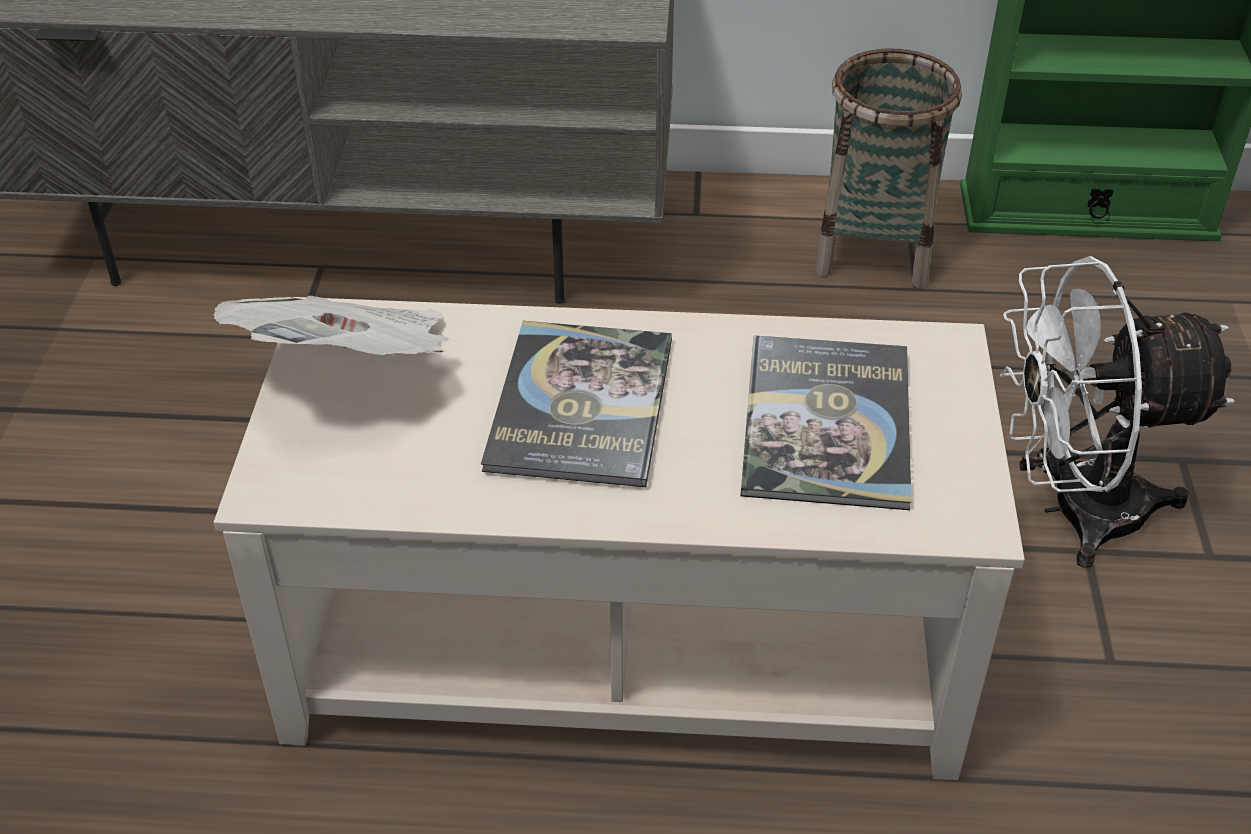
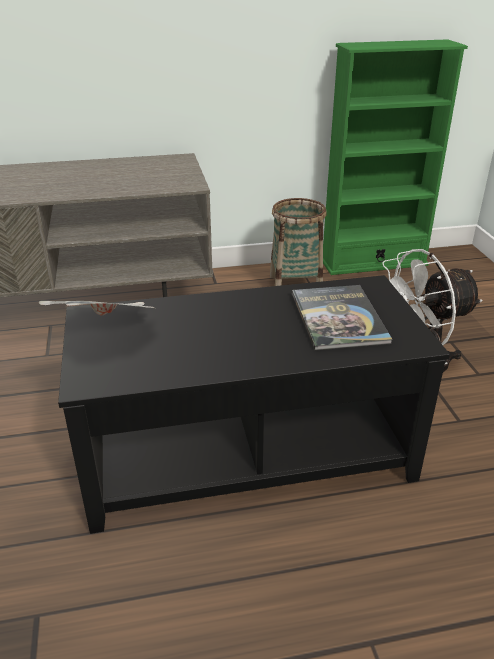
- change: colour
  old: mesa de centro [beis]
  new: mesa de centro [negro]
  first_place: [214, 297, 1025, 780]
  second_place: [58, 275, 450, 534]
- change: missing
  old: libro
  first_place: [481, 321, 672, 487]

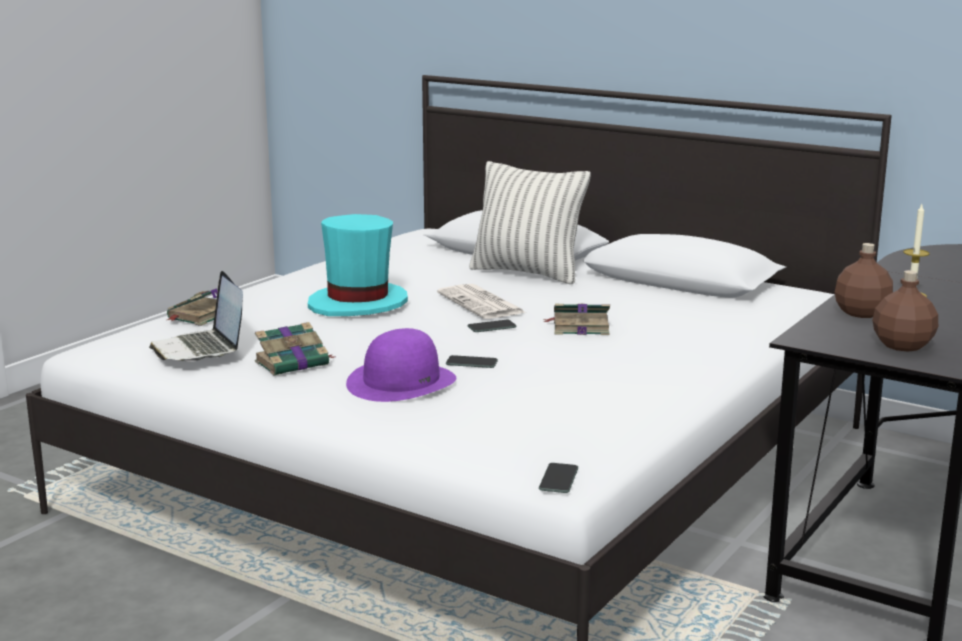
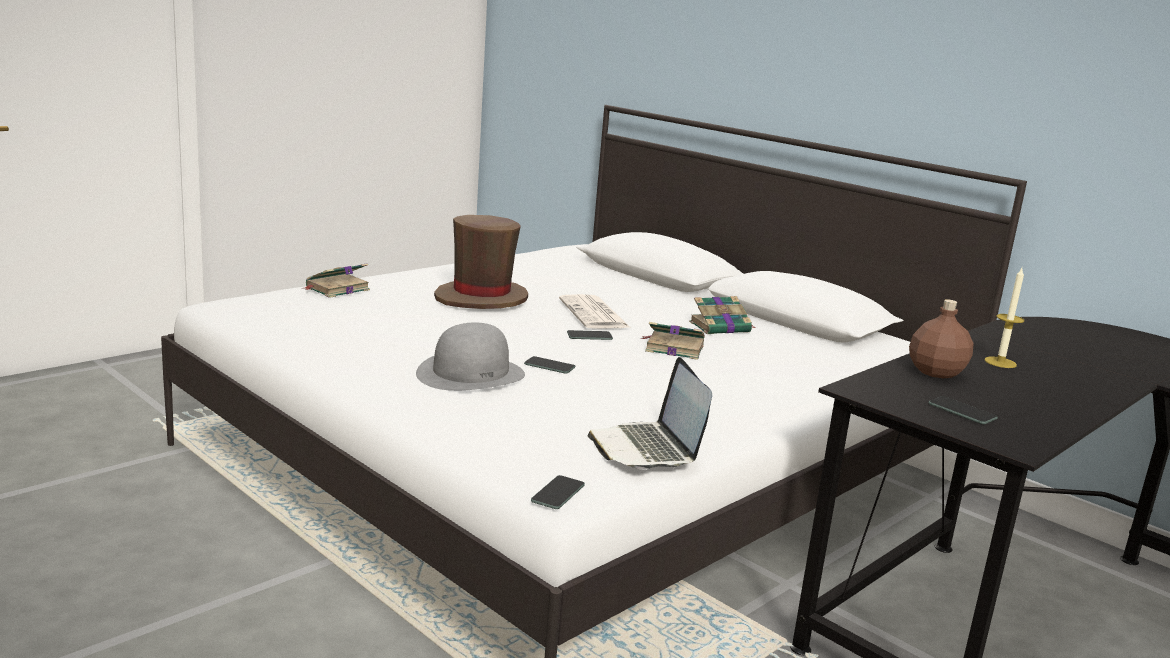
- change: colour
  old: sombrero [morado]
  new: sombrero [gris]
  first_place: [346, 328, 456, 402]
  second_place: [416, 323, 525, 391]
- change: colour
  old: sombrero [turquesa]
  new: sombrero [marrón]
  first_place: [308, 214, 408, 316]
  second_place: [434, 215, 528, 309]
- change: relocated
  old: portátil
  first_place: [149, 271, 243, 362]
  second_place: [587, 357, 712, 470]
- change: relocated
  old: libro
  first_place: [255, 322, 334, 376]
  second_place: [689, 296, 756, 334]
- change: exchanged
  old: botella [marrón]
  new: móvil
  first_place: [872, 270, 938, 352]
  second_place: [928, 396, 998, 424]
- change: missing
  old: cojín
  first_place: [469, 161, 591, 284]

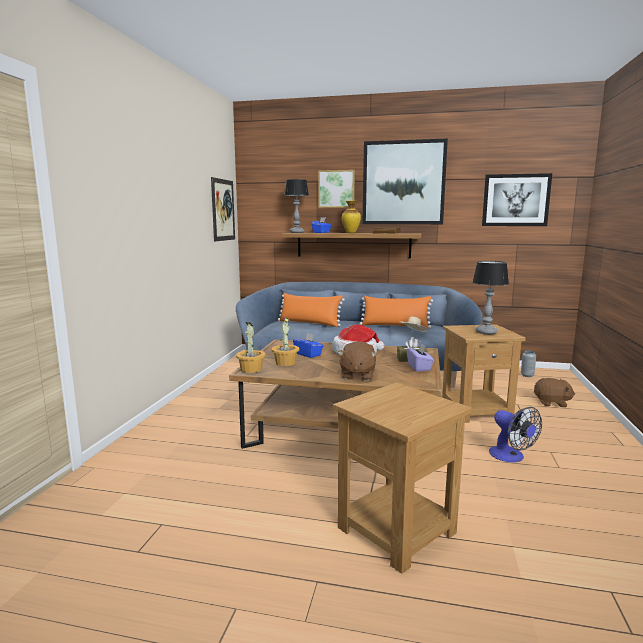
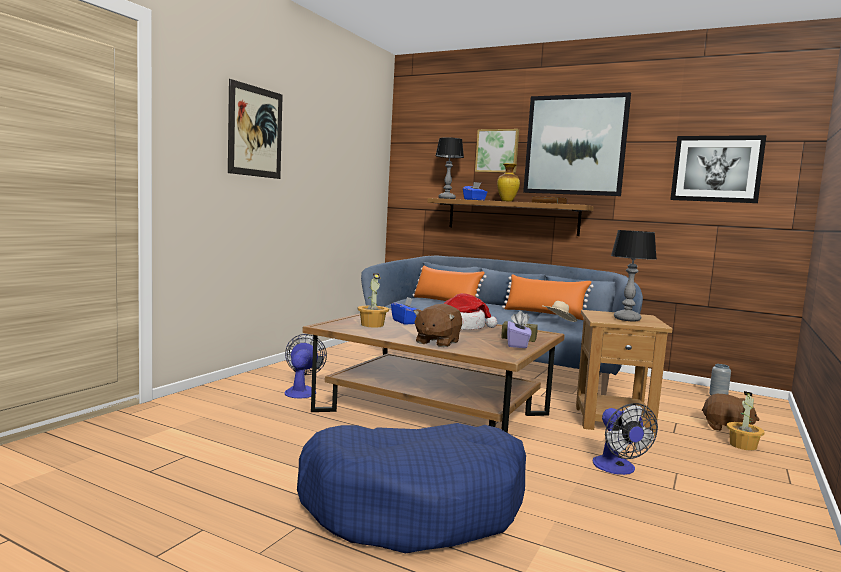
- change: relocated
  old: cuadro
  first_place: [211, 177, 235, 241]
  second_place: [228, 79, 283, 179]
- change: appeared
  new: ventilador
  second_place: [285, 334, 327, 398]
- change: exchanged
  old: mesa auxiliar [marrón]
  new: cama para perro [azul]
  first_place: [333, 383, 472, 574]
  second_place: [297, 423, 526, 554]
- change: relocated
  old: planta en maceta
  first_place: [236, 322, 265, 373]
  second_place: [727, 391, 765, 451]

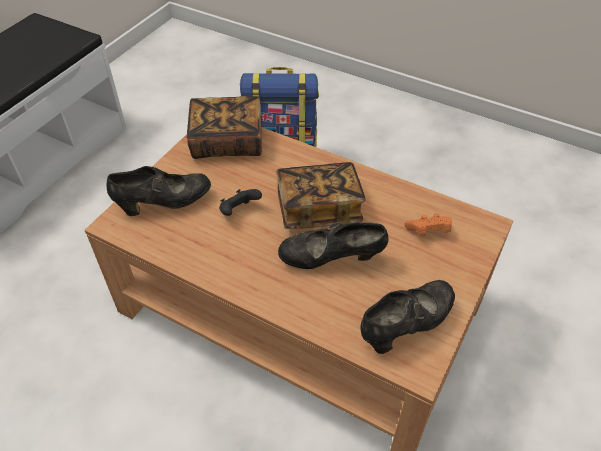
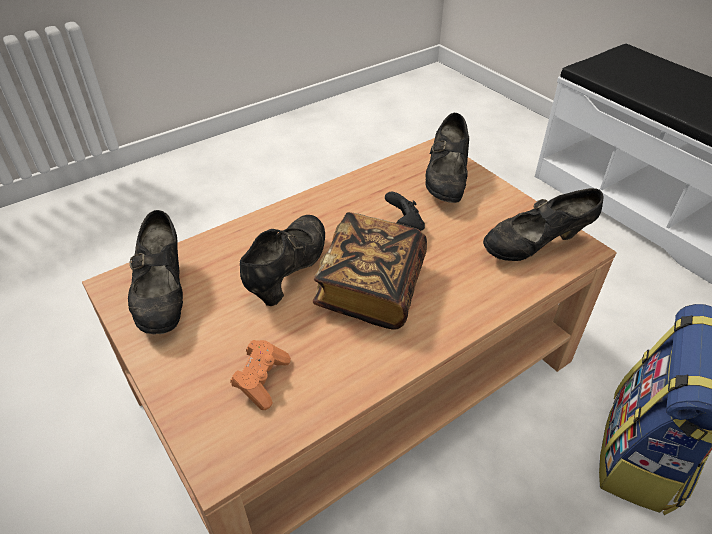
- change: exchanged
  old: libro
  new: zapato [negro]
  first_place: [187, 96, 262, 159]
  second_place: [483, 188, 604, 261]

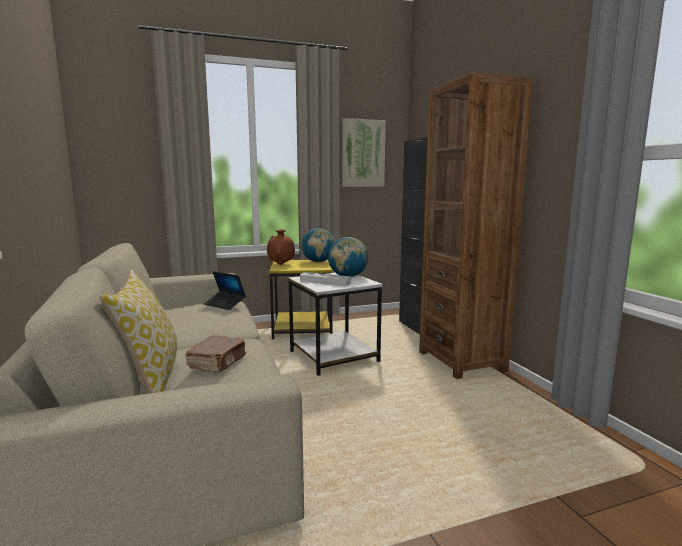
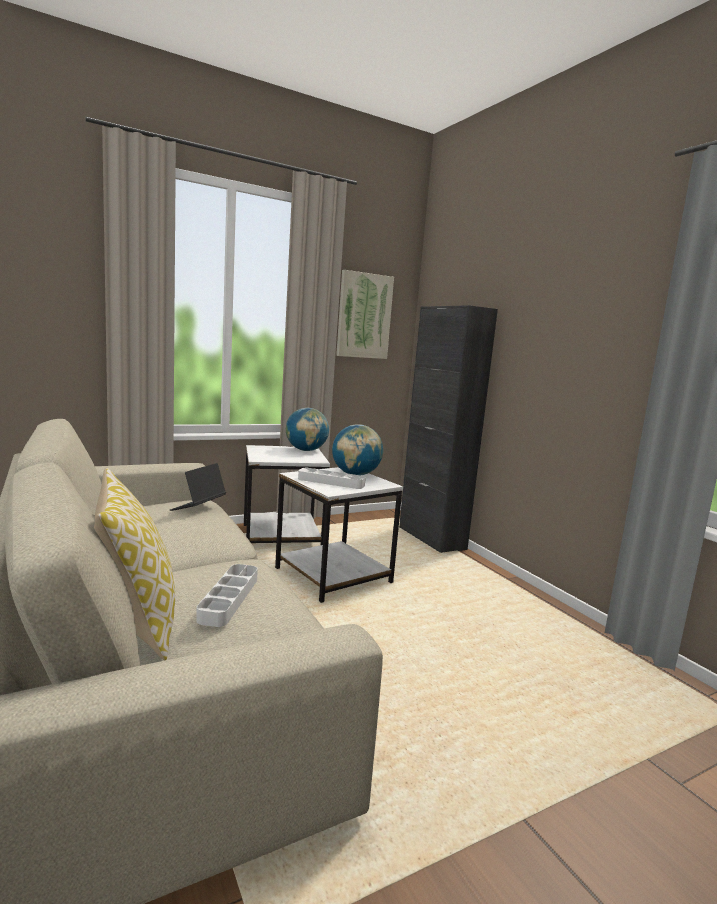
- change: spun
  old: portátil
  first_place: [204, 271, 246, 310]
  second_place: [170, 463, 226, 511]
  degrees: 90
- change: exchanged
  old: libro [marrón]
  new: bandeja [gris]
  first_place: [185, 335, 246, 373]
  second_place: [196, 564, 258, 627]
- change: colour
  old: mesa auxiliar [amarillo]
  new: mesa auxiliar [blanco]
  first_place: [269, 260, 332, 340]
  second_place: [244, 445, 330, 545]
- change: missing
  old: florero [marrón]
  first_place: [267, 230, 295, 265]
- change: missing
  old: estantería [marrón]
  first_place: [419, 73, 533, 379]

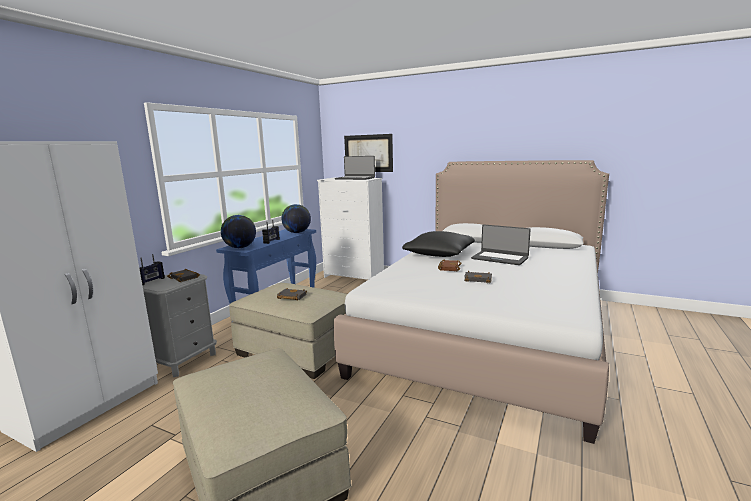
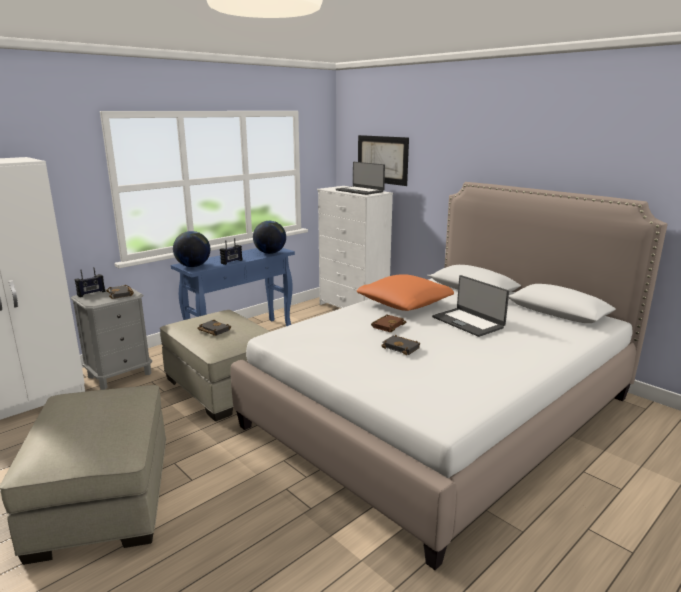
- change: colour
  old: cojín [negro]
  new: cojín [naranja]
  first_place: [402, 231, 475, 257]
  second_place: [357, 274, 454, 311]

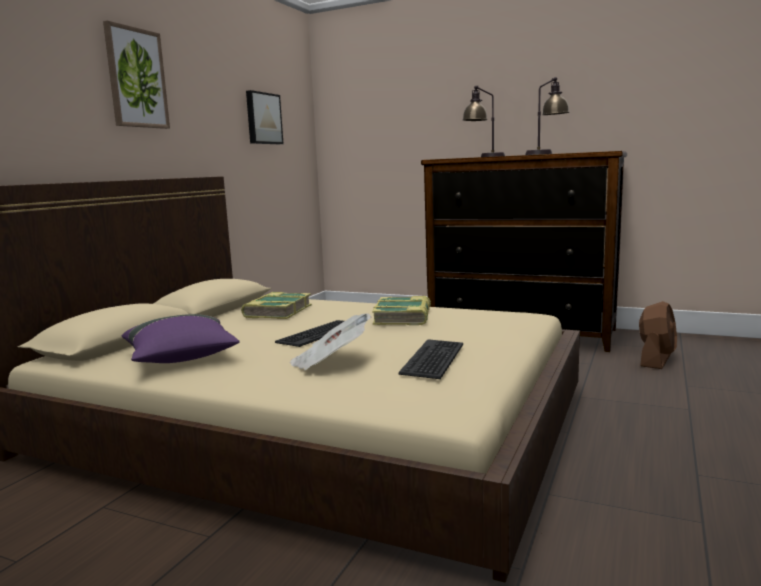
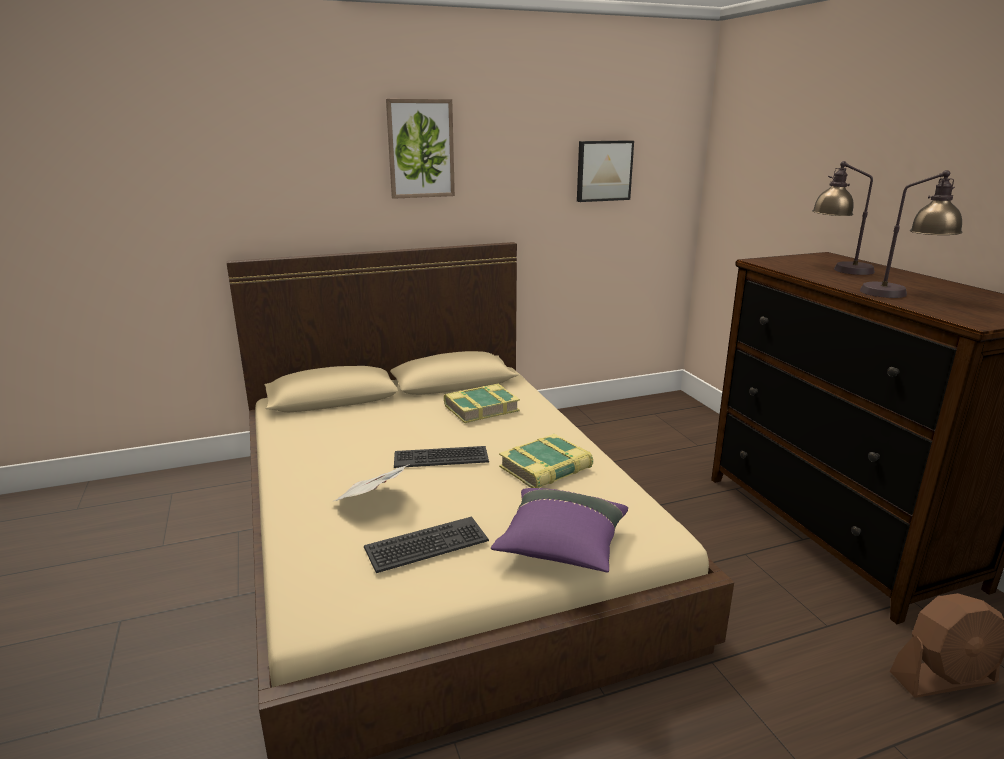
- change: relocated
  old: cojín [morado]
  first_place: [122, 314, 240, 363]
  second_place: [491, 488, 628, 573]

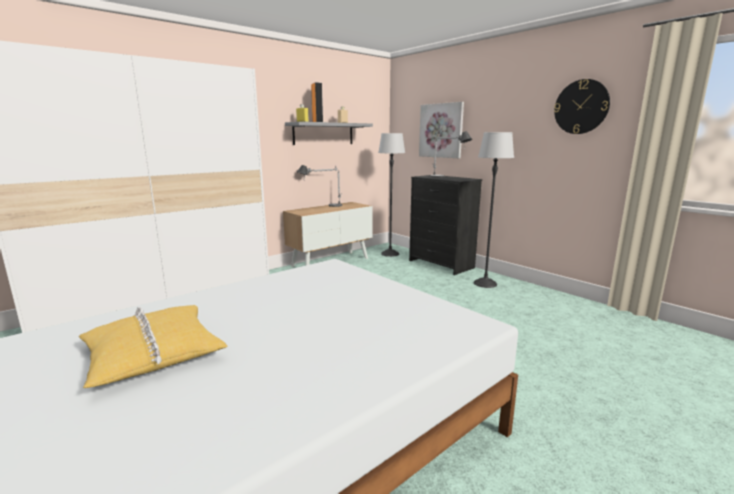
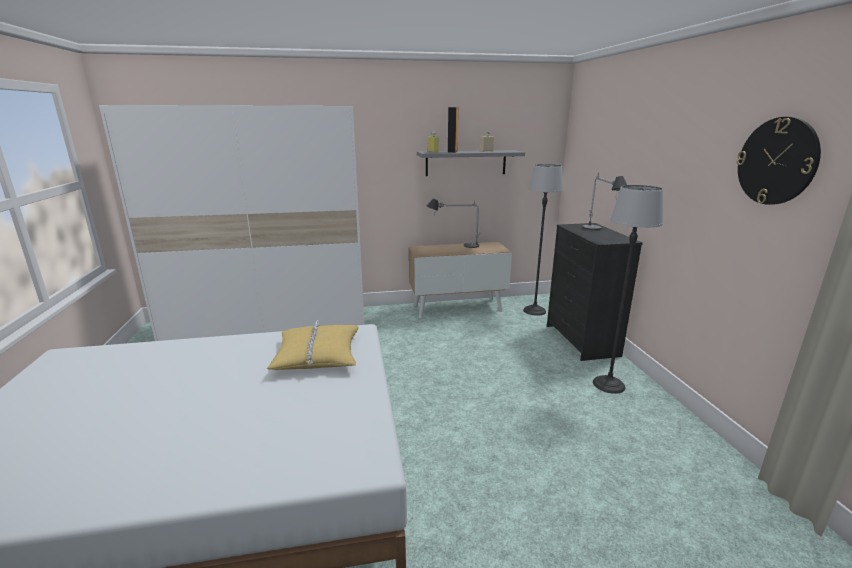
- change: relocated
  old: cojín [amarillo]
  first_place: [79, 305, 228, 388]
  second_place: [267, 320, 359, 370]
- change: missing
  old: cuadro
  first_place: [419, 102, 464, 158]

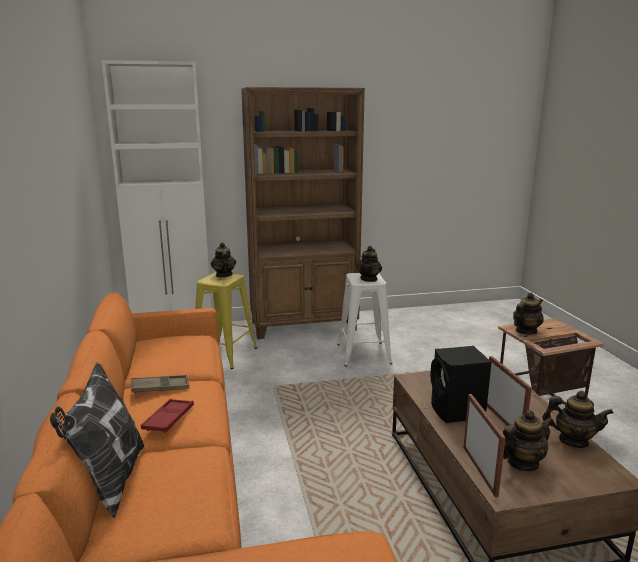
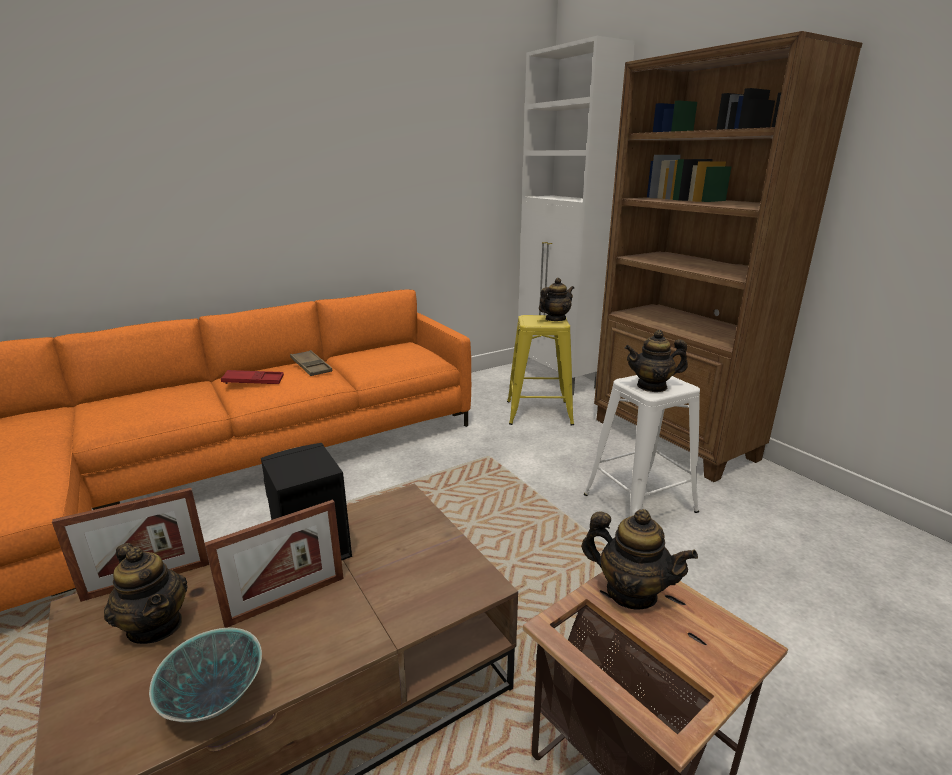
- change: exchanged
  old: tetera
  new: cuenco
  first_place: [543, 390, 614, 448]
  second_place: [149, 628, 262, 722]
- change: missing
  old: cojín
  first_place: [50, 363, 144, 518]

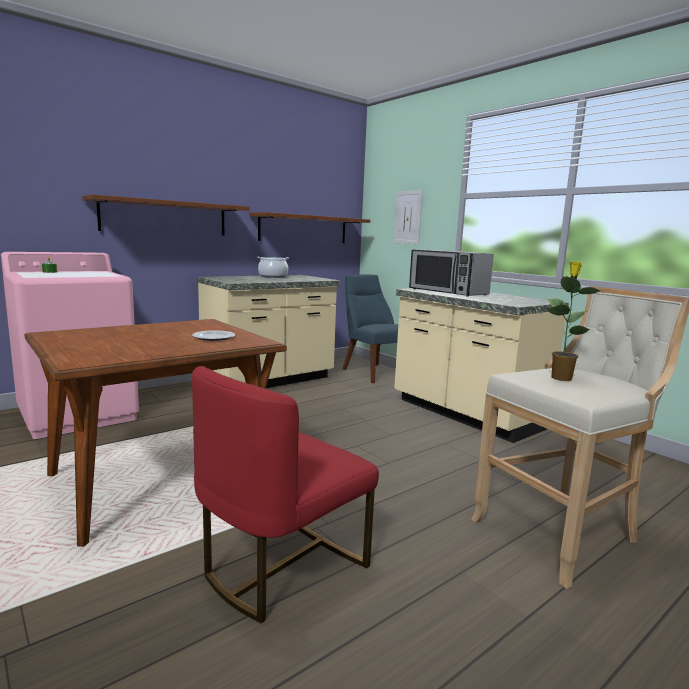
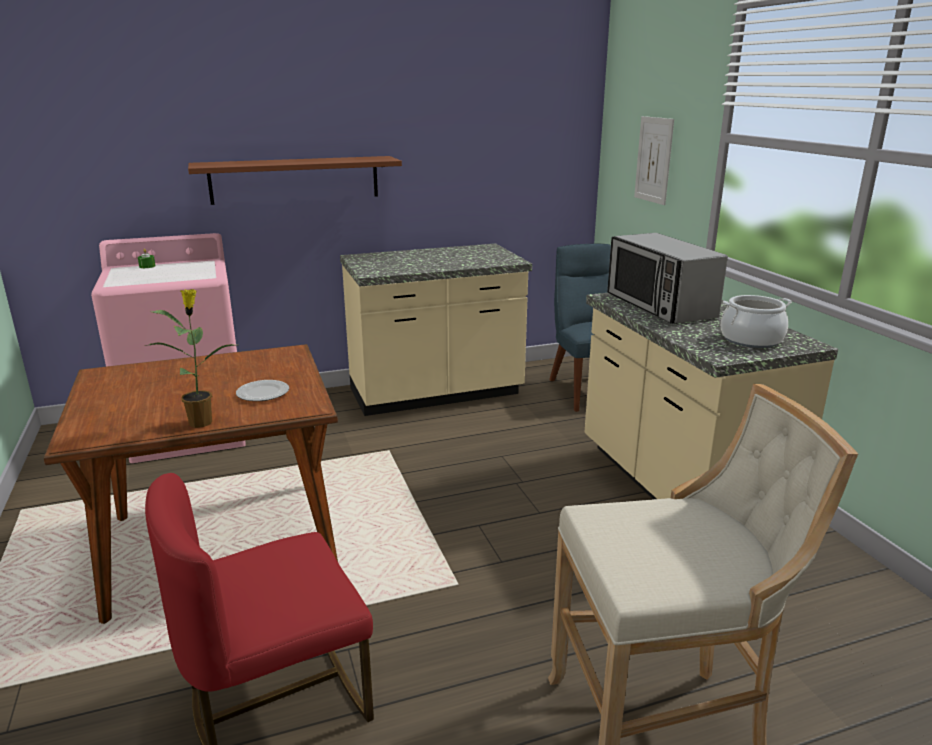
- change: relocated
  old: planta en maceta
  first_place: [547, 261, 604, 381]
  second_place: [144, 289, 235, 428]
- change: relocated
  old: olla
  first_place: [257, 257, 289, 278]
  second_place: [721, 295, 792, 348]
- change: missing
  old: estante [marrón]
  first_place: [249, 212, 370, 243]

